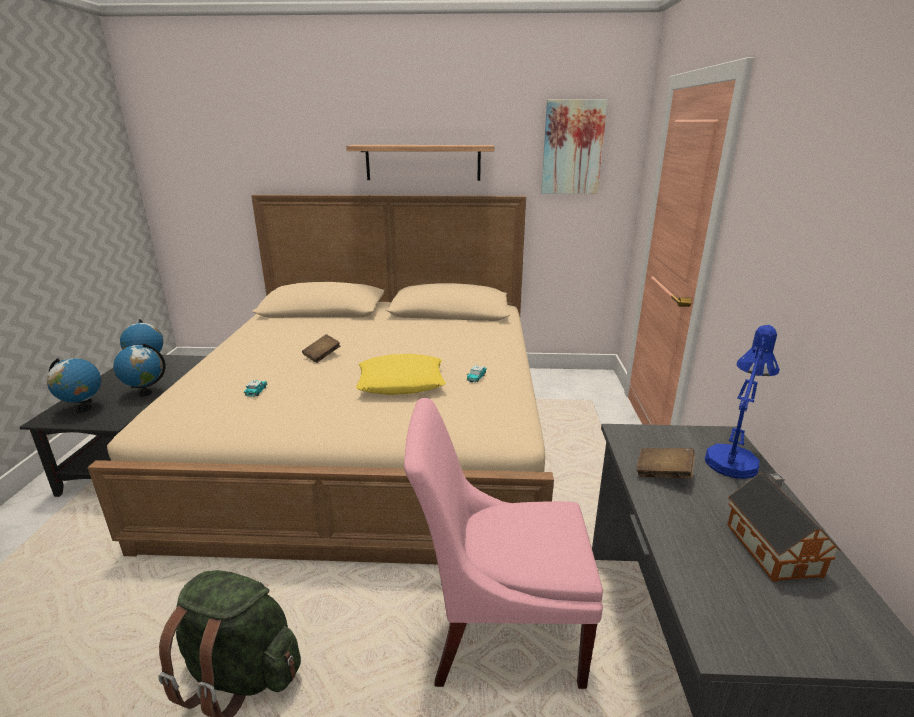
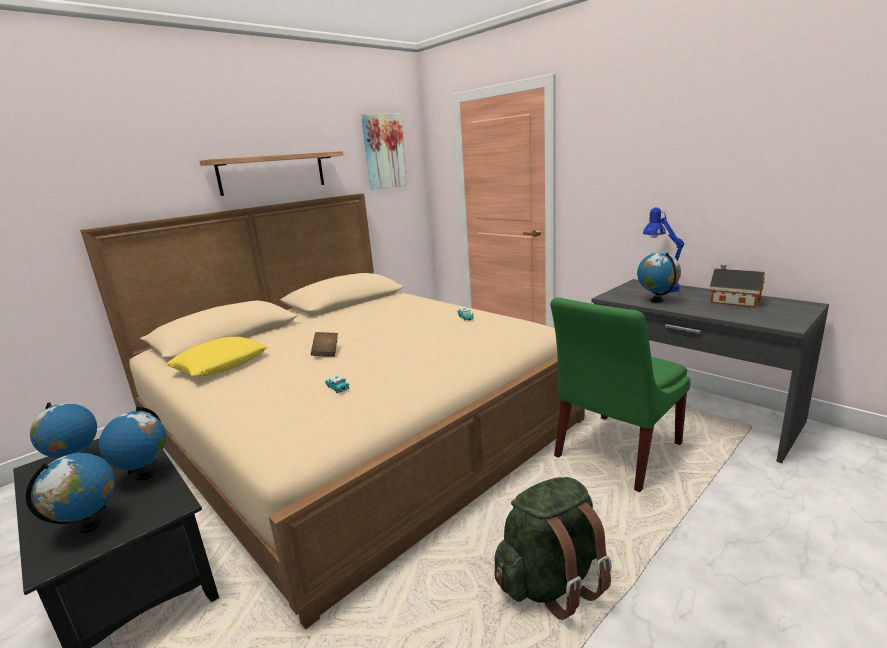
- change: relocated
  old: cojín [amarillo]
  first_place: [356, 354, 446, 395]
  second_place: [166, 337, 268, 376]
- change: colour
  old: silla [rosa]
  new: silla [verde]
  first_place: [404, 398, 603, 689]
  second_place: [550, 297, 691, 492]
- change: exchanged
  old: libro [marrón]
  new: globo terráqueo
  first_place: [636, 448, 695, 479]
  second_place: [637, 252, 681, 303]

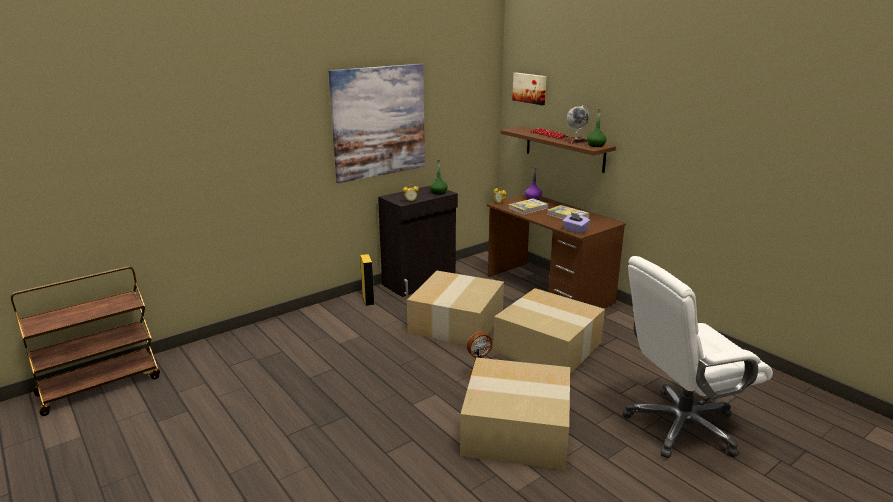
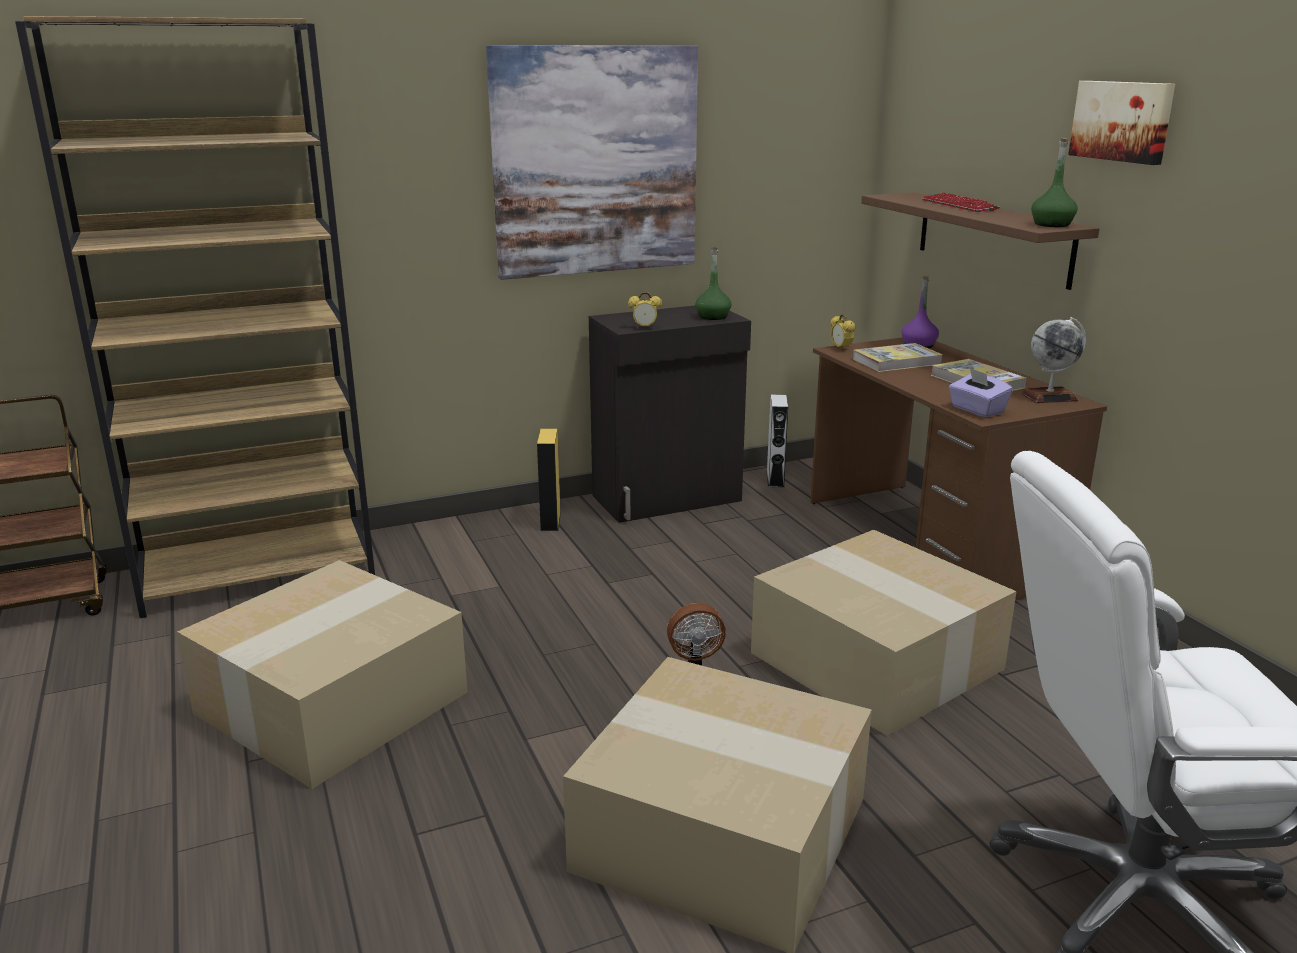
- change: appeared
  new: estantería [marrón]
  second_place: [15, 16, 375, 618]
- change: relocated
  old: caja de cartón
  first_place: [407, 271, 504, 347]
  second_place: [177, 560, 468, 789]
- change: appeared
  new: altavoz [gris]
  second_place: [767, 394, 788, 487]
- change: relocated
  old: globo terráqueo
  first_place: [564, 105, 589, 144]
  second_place: [1021, 317, 1086, 403]
- change: relocated
  old: cuadro
  first_place: [512, 73, 546, 105]
  second_place: [1068, 81, 1175, 165]

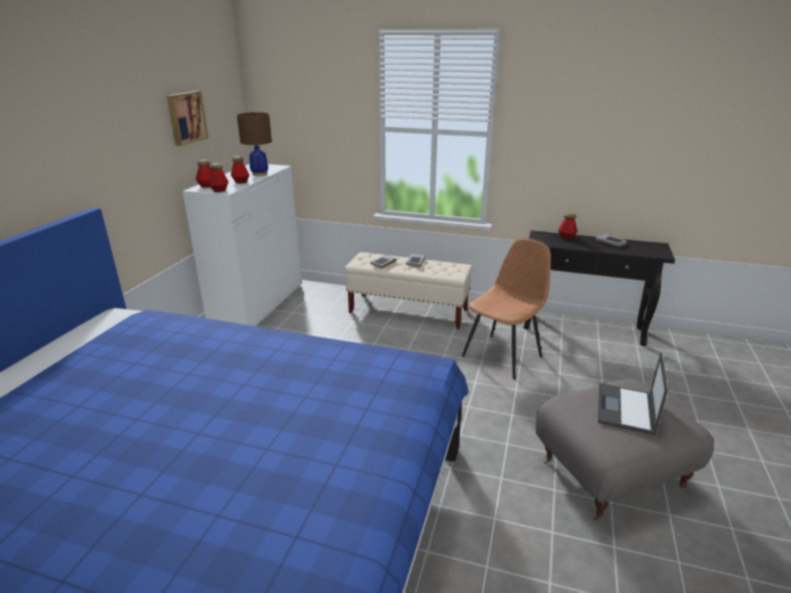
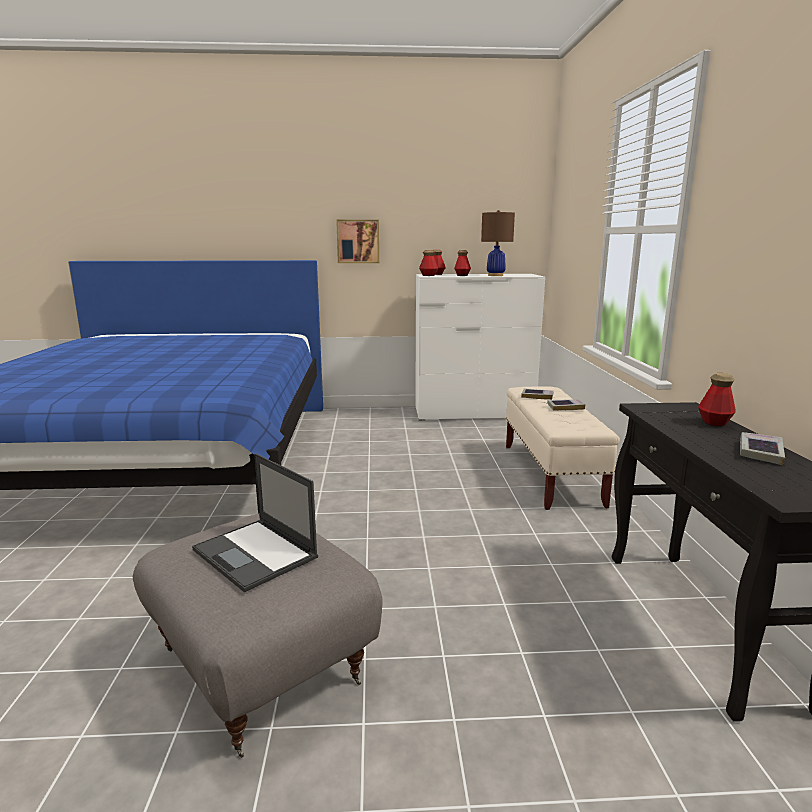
- change: spun
  old: portátil
  first_place: [598, 352, 668, 435]
  second_place: [192, 453, 318, 592]
  degrees: -135
- change: relocated
  old: cuadro
  first_place: [167, 91, 208, 146]
  second_place: [336, 220, 379, 263]
- change: missing
  old: silla [marrón]
  first_place: [462, 238, 551, 379]

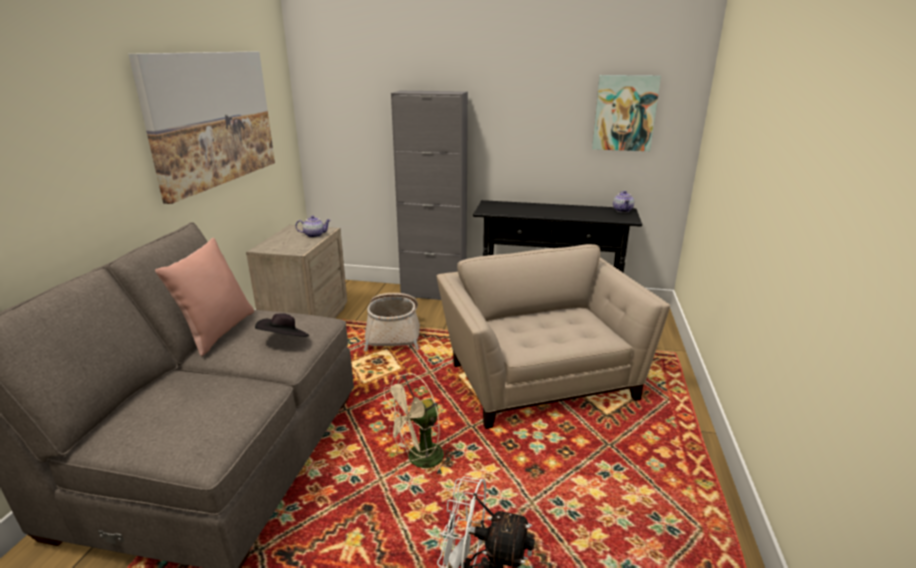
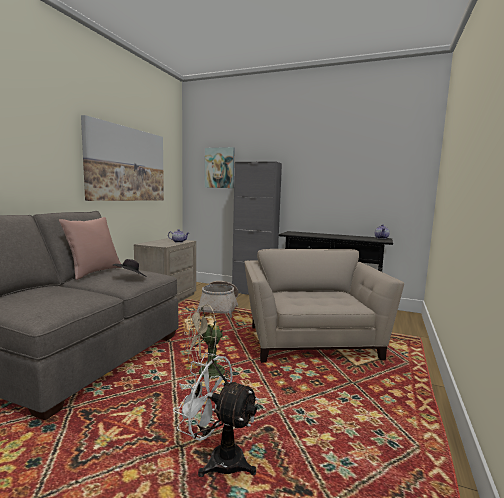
- change: relocated
  old: cuadro
  first_place: [592, 75, 661, 151]
  second_place: [205, 147, 235, 188]

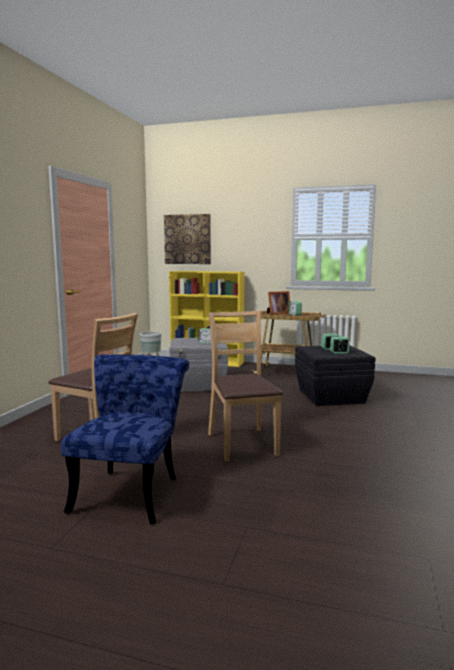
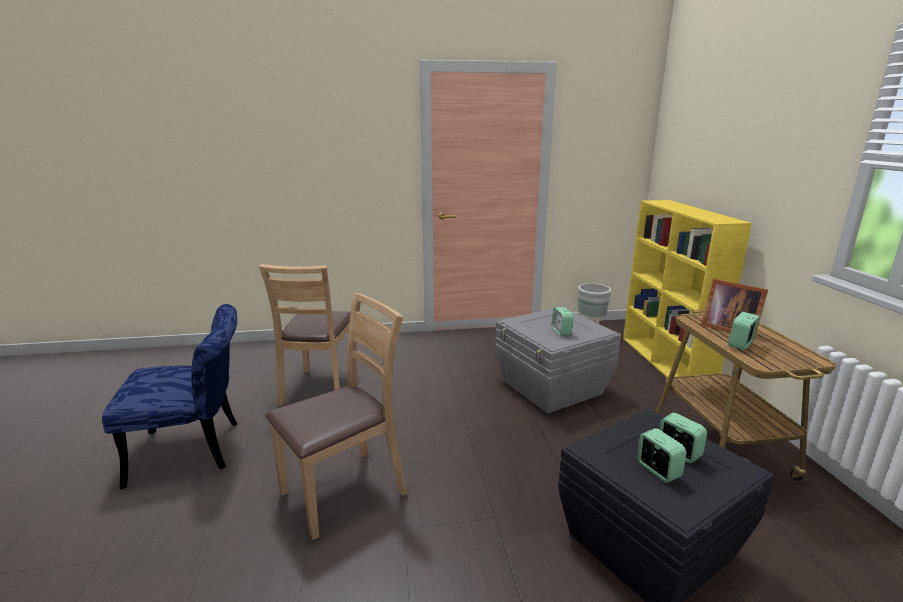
- change: missing
  old: cuadro
  first_place: [164, 214, 211, 264]

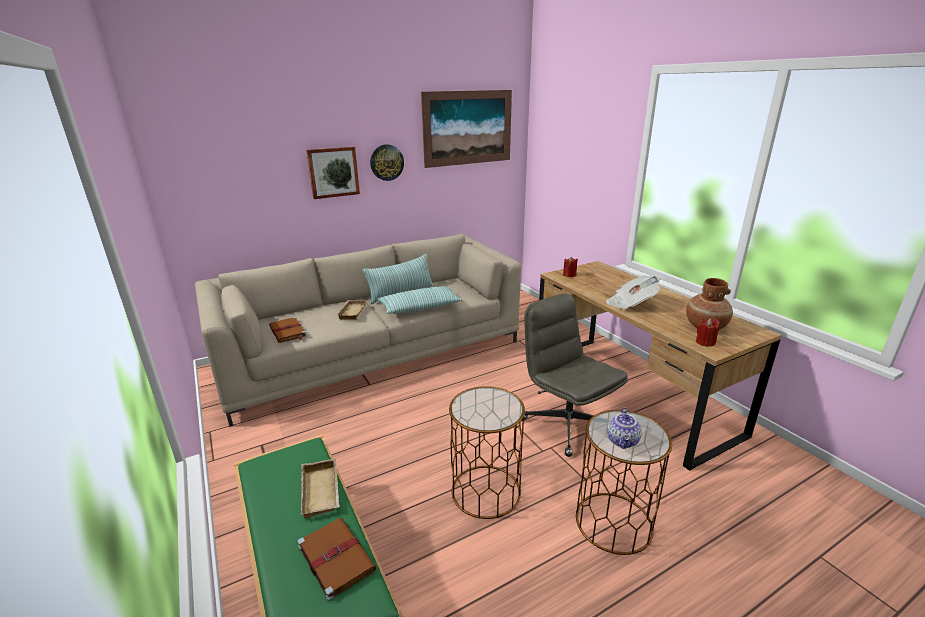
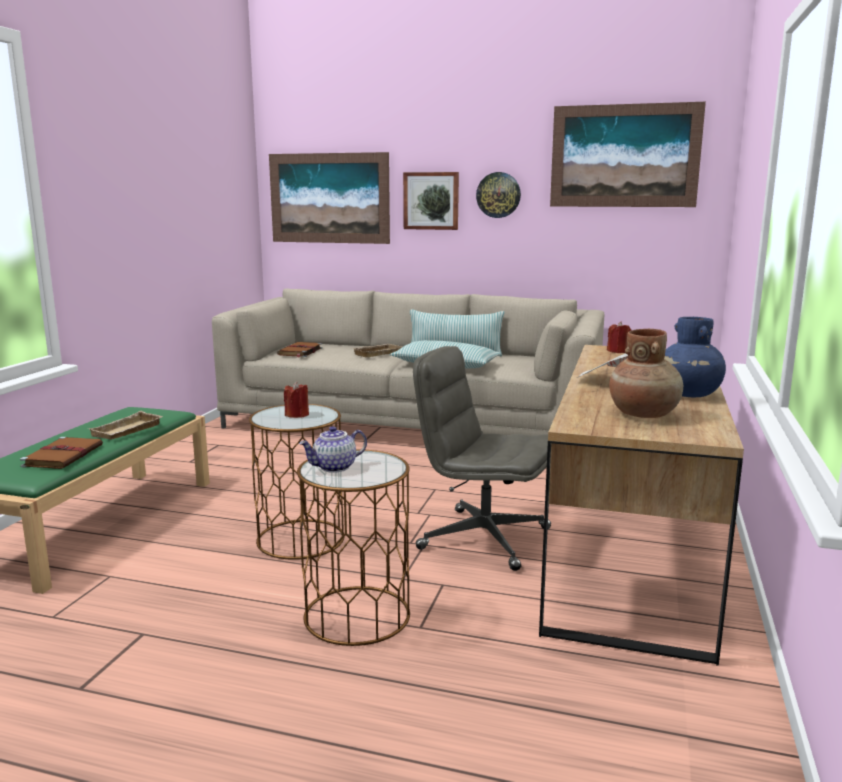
- change: appeared
  new: cuadro
  second_place: [269, 152, 390, 244]
- change: relocated
  old: vela [rojo]
  first_place: [696, 319, 720, 347]
  second_place: [284, 382, 309, 418]
- change: spun
  old: silla de oficina [gris]
  first_place: [521, 294, 628, 457]
  second_place: [413, 346, 551, 571]
  degrees: -75
- change: appeared
  new: florero [azul]
  second_place: [664, 317, 726, 397]

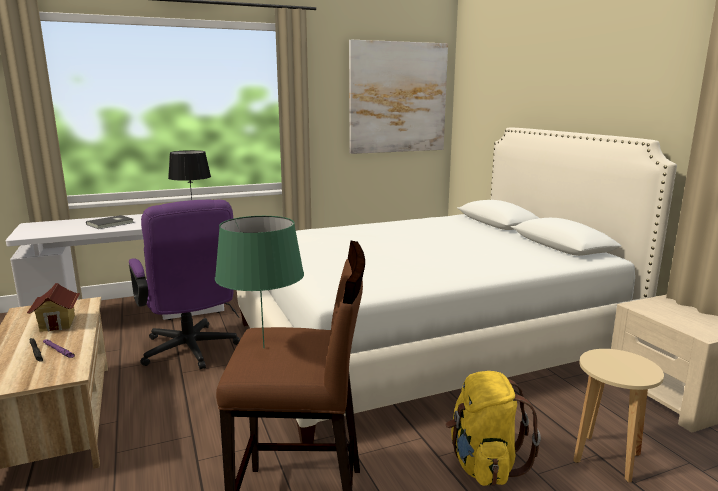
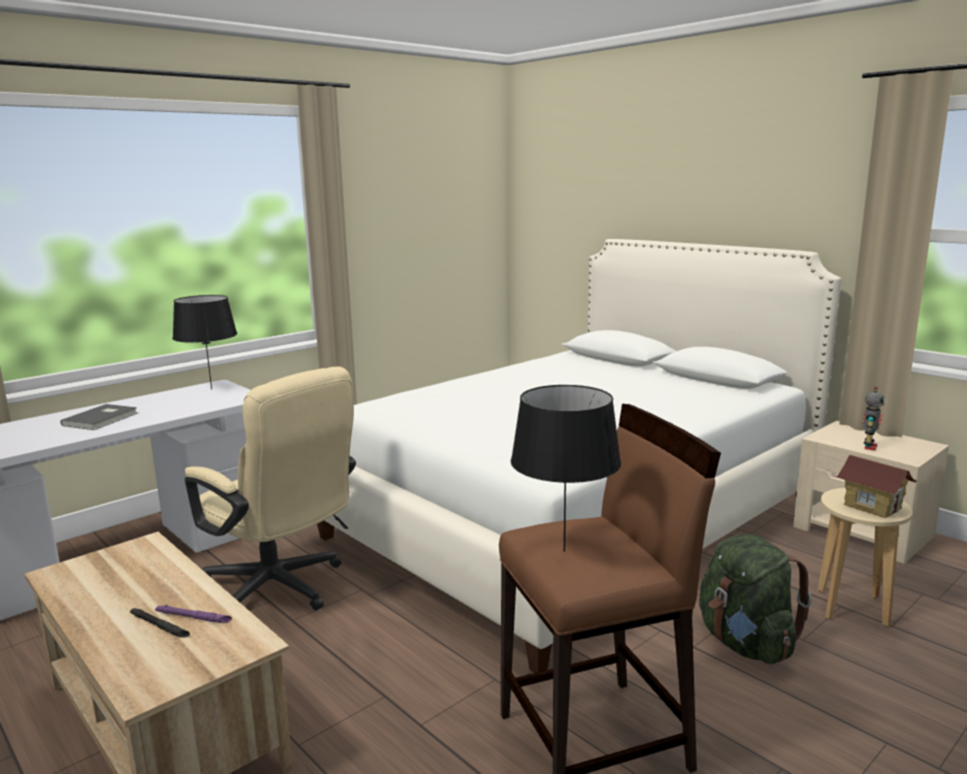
- change: colour
  old: silla de oficina [morado]
  new: silla de oficina [beis]
  first_place: [129, 200, 240, 369]
  second_place: [185, 367, 356, 610]
- change: colour
  old: lámpara de mesa [verde]
  new: lámpara de mesa [negro]
  first_place: [215, 216, 304, 348]
  second_place: [511, 385, 621, 552]
- change: colour
  old: mochila [amarillo]
  new: mochila [verde]
  first_place: [445, 371, 541, 486]
  second_place: [699, 534, 812, 664]
- change: relocated
  old: casita
  first_place: [27, 283, 80, 332]
  second_place: [836, 455, 918, 518]
- change: appeared
  new: robot de juguete
  second_place: [863, 386, 885, 451]
- change: missing
  old: cuadro
  first_place: [349, 40, 448, 154]

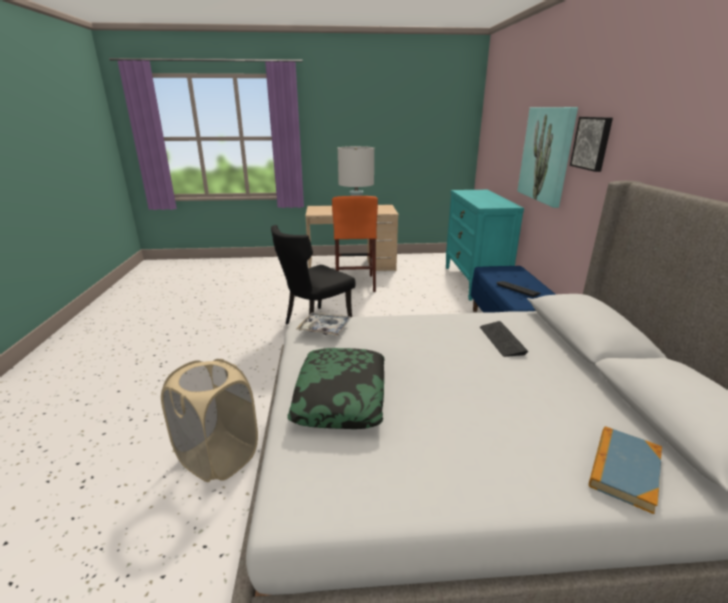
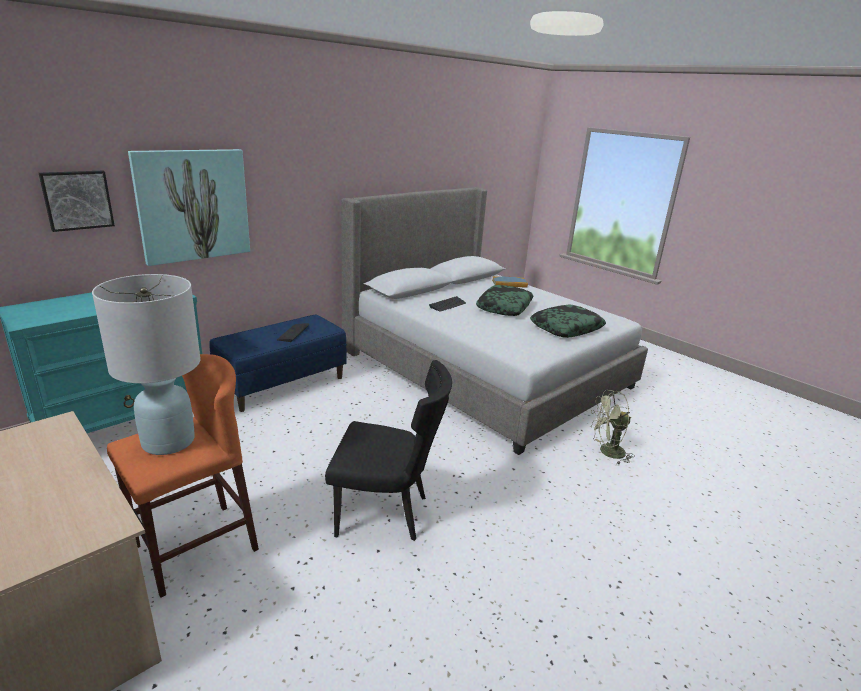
- change: relocated
  old: cuadro
  first_place: [570, 117, 613, 172]
  second_place: [39, 171, 115, 232]
- change: appeared
  new: cojín
  second_place: [476, 285, 534, 316]
- change: exchanged
  old: cesto de la ropa [beis]
  new: ventilador [verde]
  first_place: [161, 359, 258, 482]
  second_place: [590, 390, 635, 464]
- change: missing
  old: bandeja
  first_place: [296, 312, 351, 336]

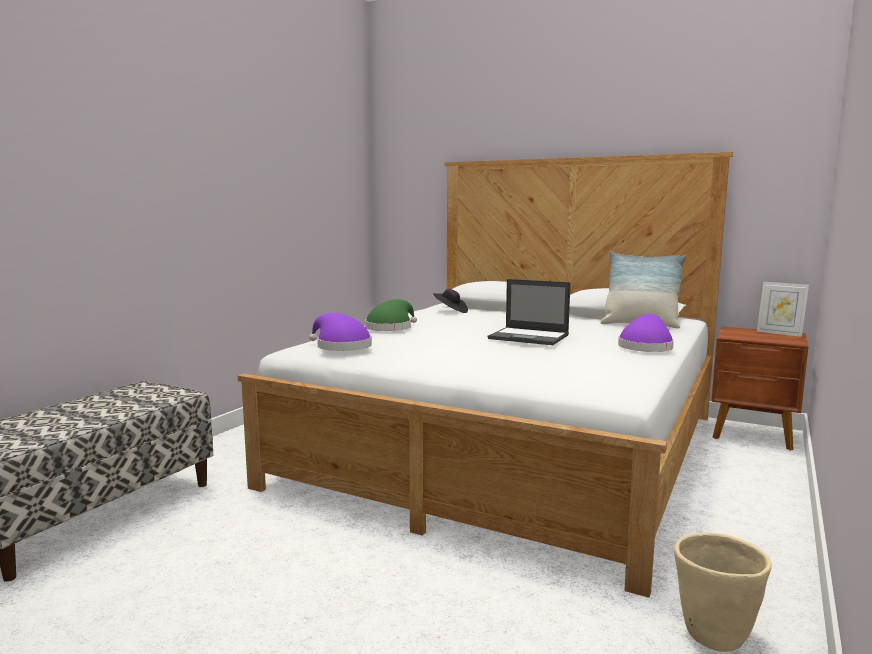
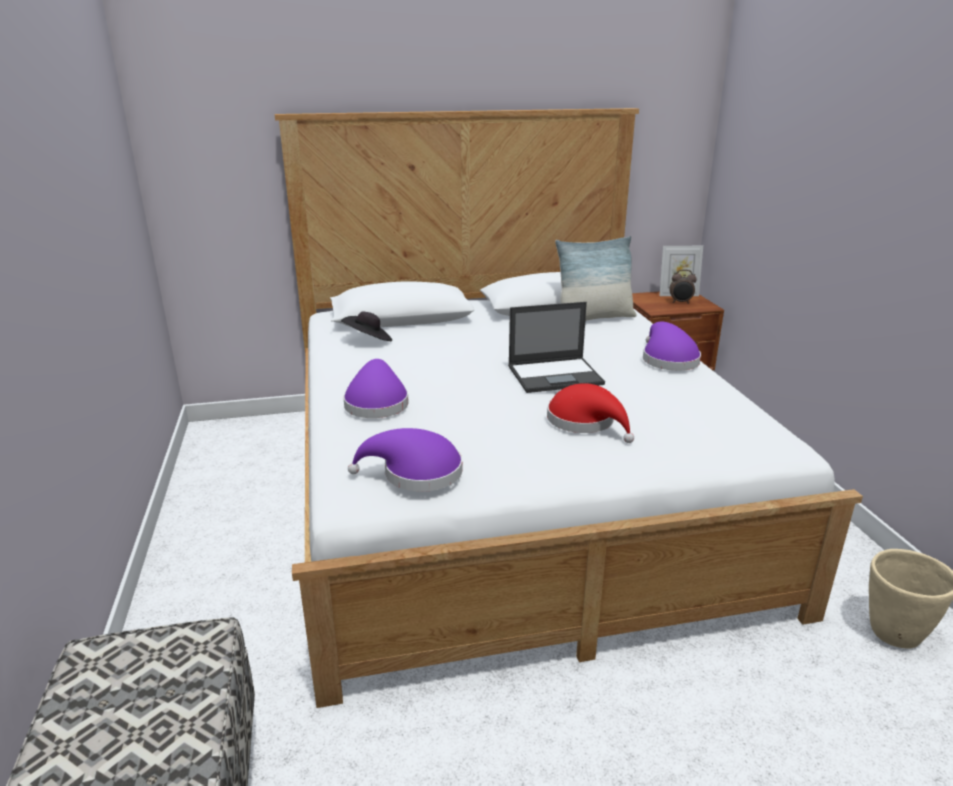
- change: colour
  old: sombrero [verde]
  new: sombrero [morado]
  first_place: [365, 299, 417, 331]
  second_place: [343, 359, 409, 418]
- change: appeared
  new: sombrero [rojo]
  second_place: [547, 383, 634, 443]
- change: appeared
  new: despertador
  second_place: [670, 269, 697, 304]

